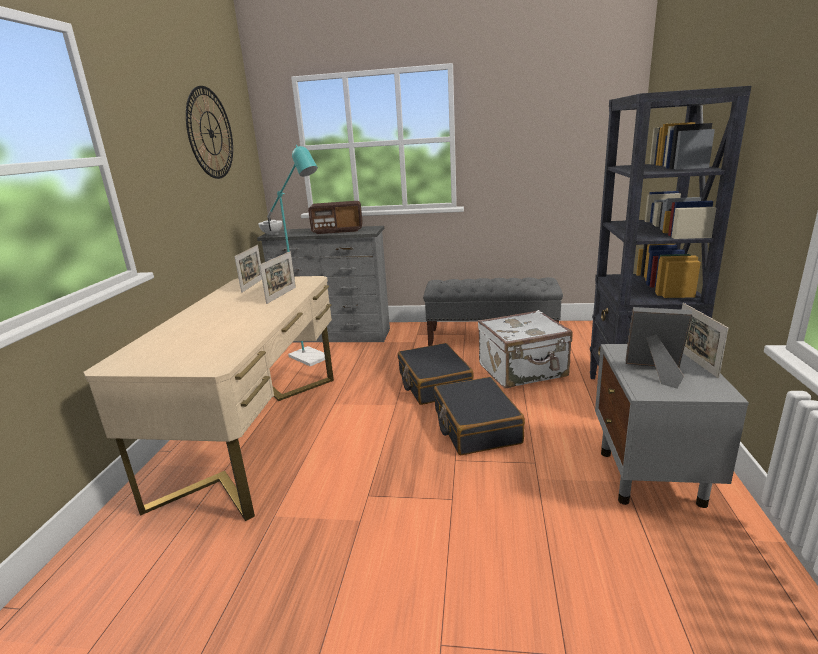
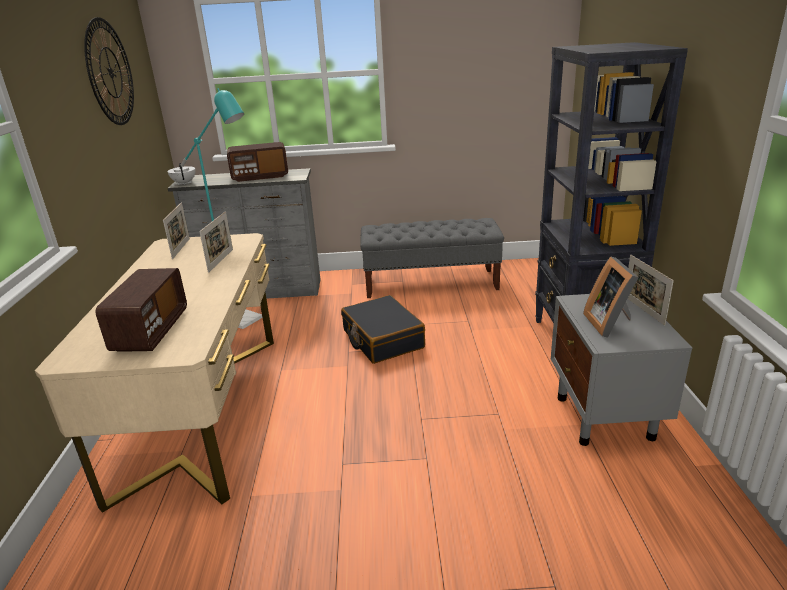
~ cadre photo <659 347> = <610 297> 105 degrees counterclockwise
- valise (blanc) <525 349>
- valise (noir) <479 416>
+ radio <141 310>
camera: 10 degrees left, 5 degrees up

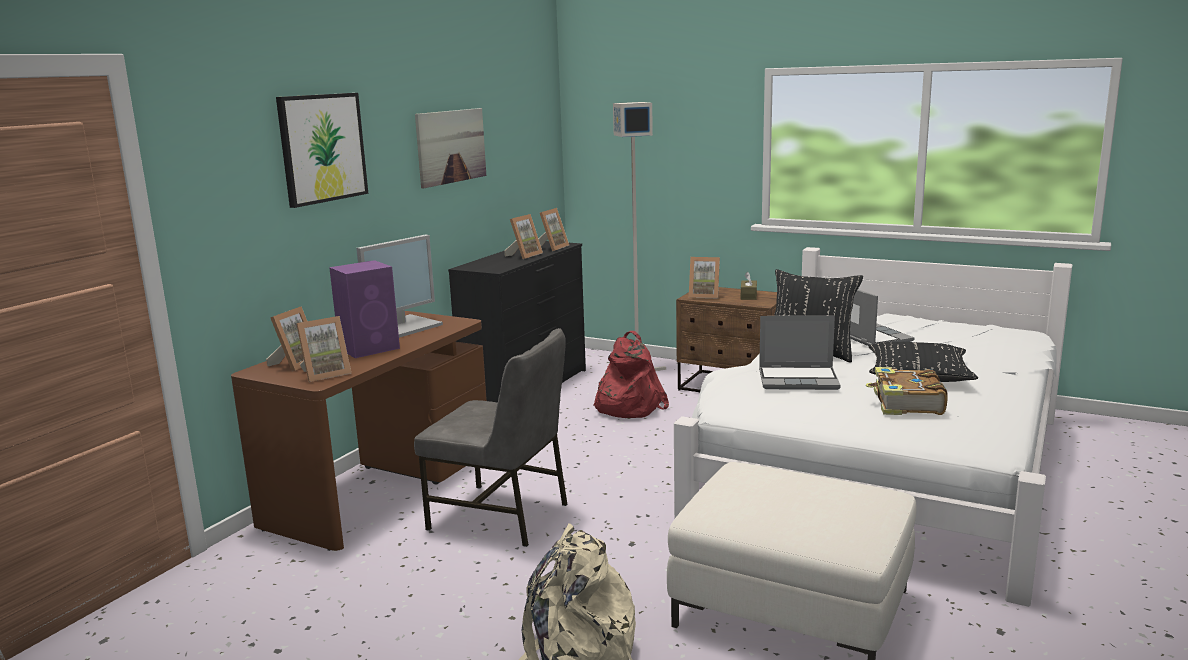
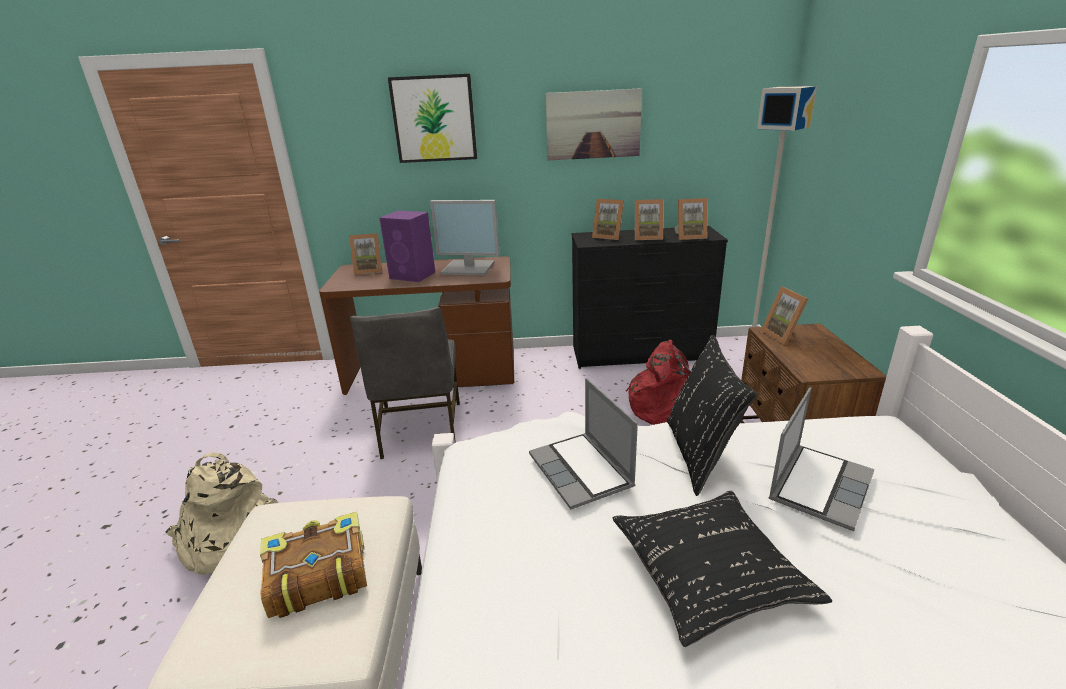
- boîte à mouchoirs (marron) <749 286>
~ cadre photo <323 349> to <608 219>
~ livre <907 391> to <313 565>
camera: 60 degrees right, 10 degrees up

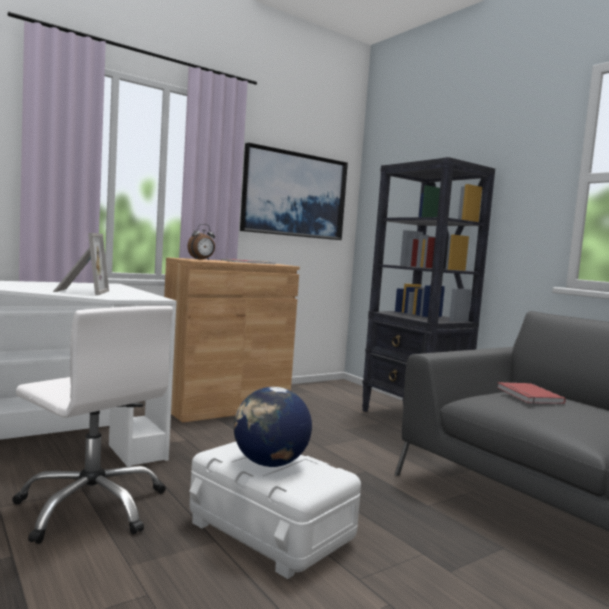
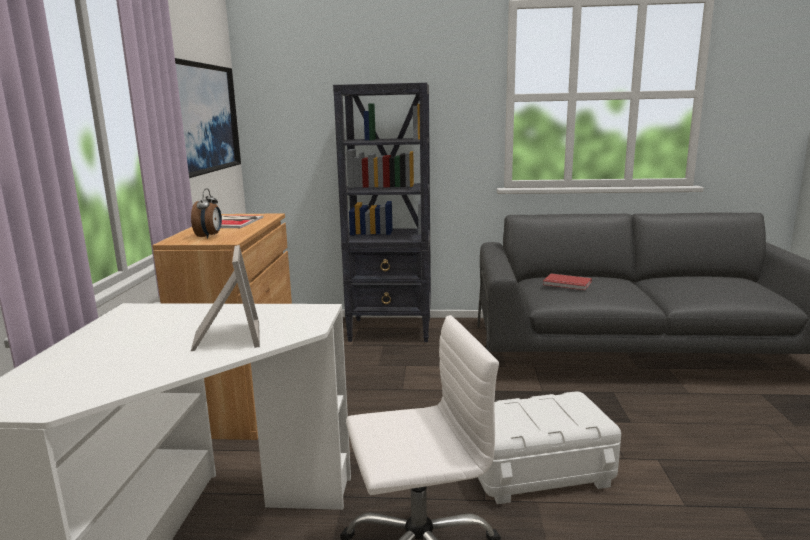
~ cadre photo <81 264> = <225 298> 45 degrees clockwise
- globe <273 427>
camera: 50 degrees left, 10 degrees up

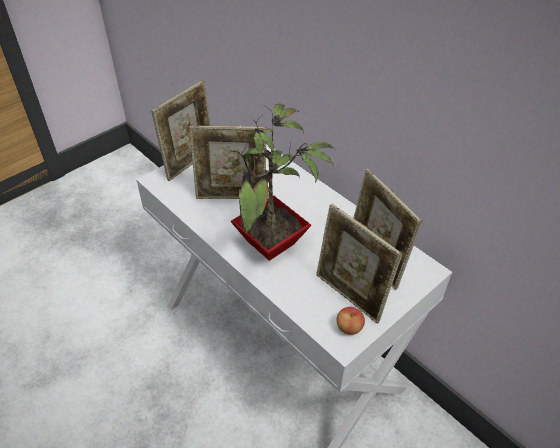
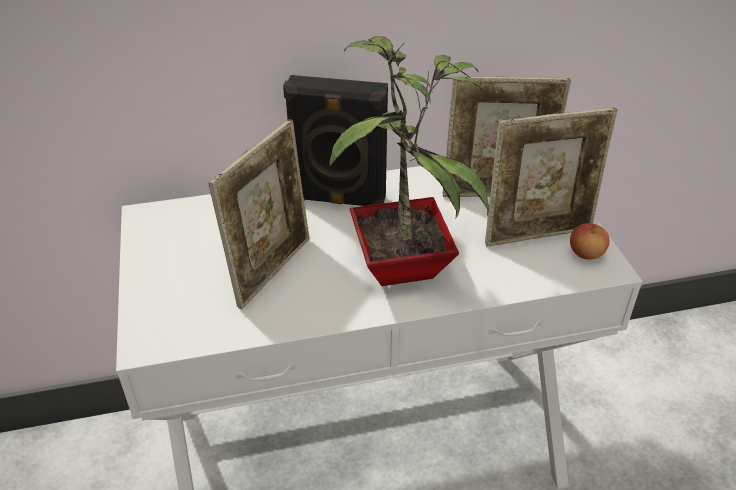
- cadre photo <181 130>
+ enceinte (noir) <335 140>
camera: 60 degrees left, 5 degrees down

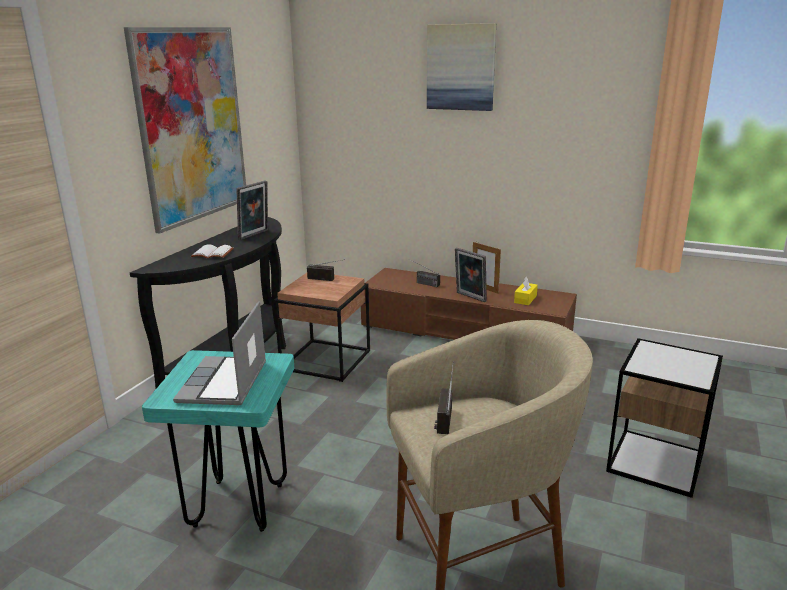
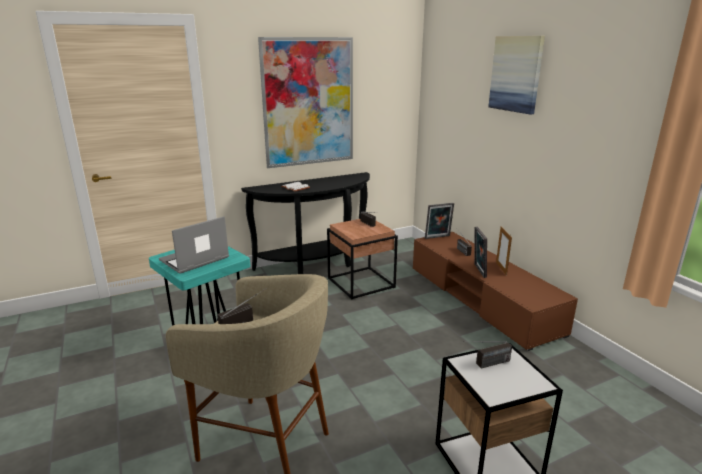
~ cadre photo <252 210> to <439 221>
- boîte à mouchoirs (jaune) <526 291>
+ radio <487 355>
camera: 40 degrees right, 0 degrees up

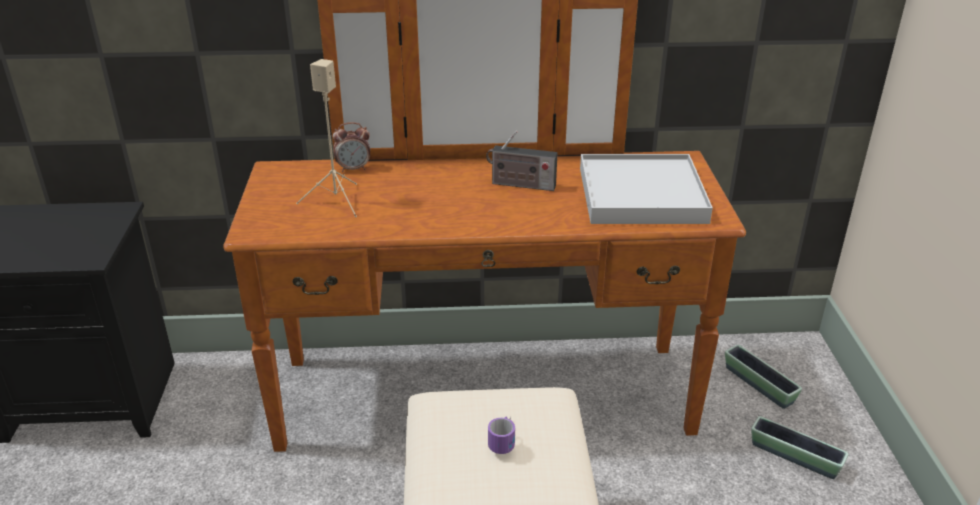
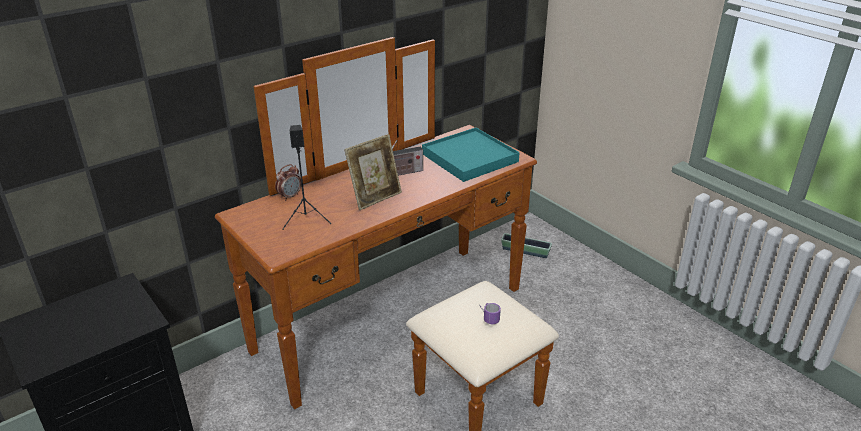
~ enceinte (beige) <326 138> to enceinte (noir) <306 177>
~ plateau (blanc) <646 189> to plateau (turquoise) <471 155>
- cache-pot <800 447>
+ cadre photo <373 172>
camera: 35 degrees left, 0 degrees up

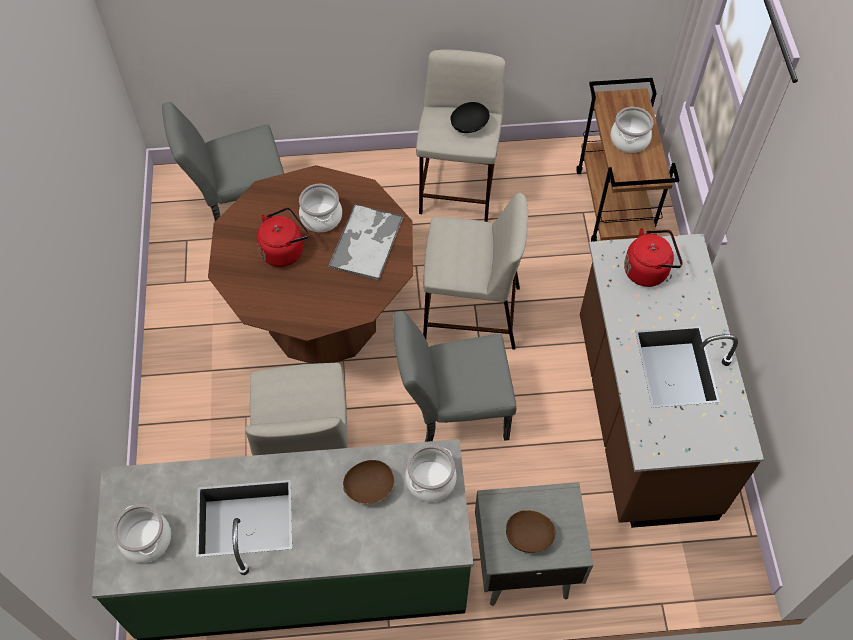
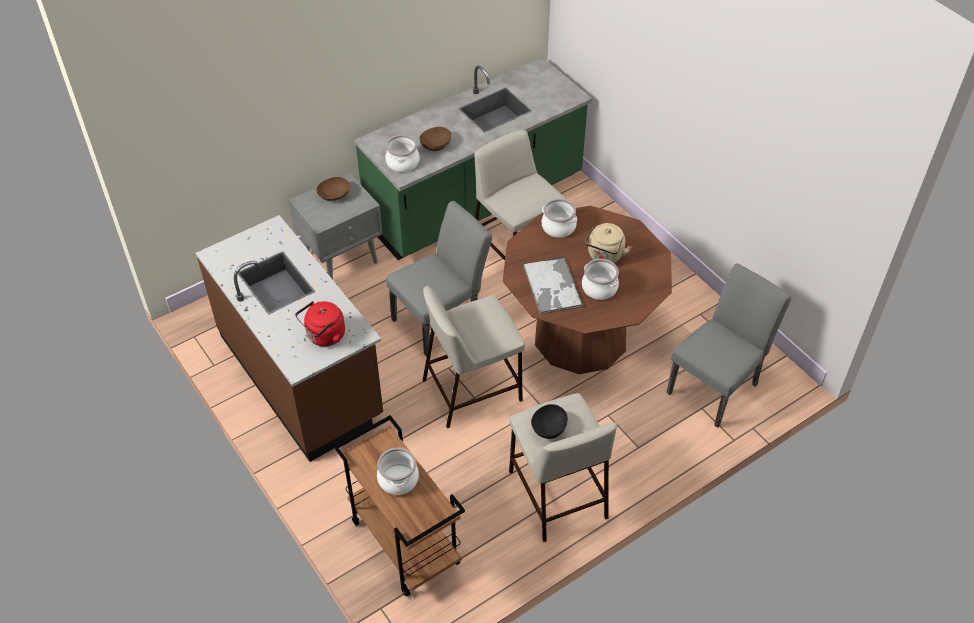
~ bouilloire (rouge) <283 237> to bouilloire (beige) <608 243>
~ marmite <142 533> to <559 218>
camera: 150 degrees right, 10 degrees down

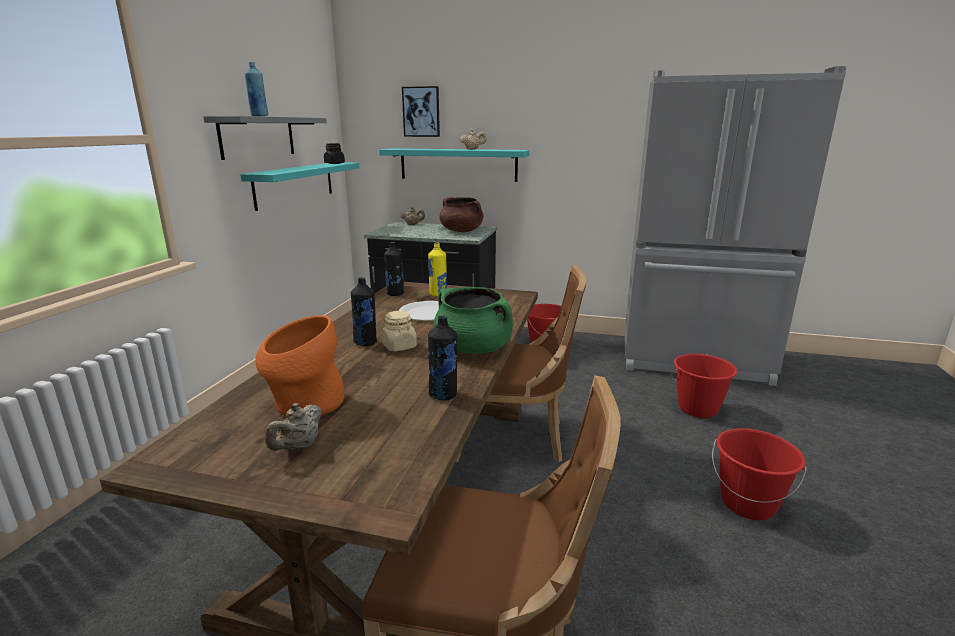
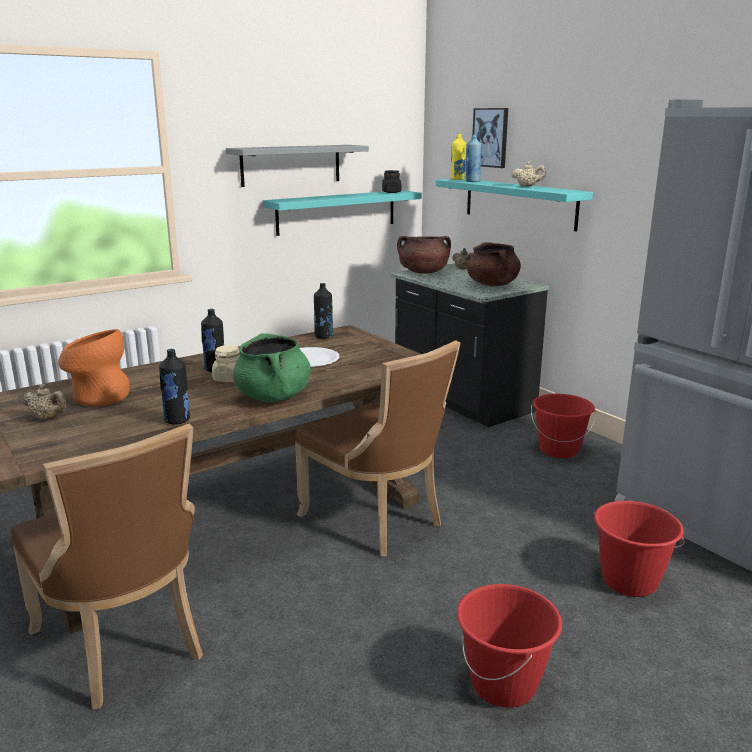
~ bouteille (bleu) <257 89> to <473 158>
~ bouteille (jaune) <437 270> to <458 157>
~ théière (beige) <293 427> = <44 402> 135 degrees counterclockwise
+ marmite (marron) <424 255>
camera: 40 degrees right, 0 degrees up

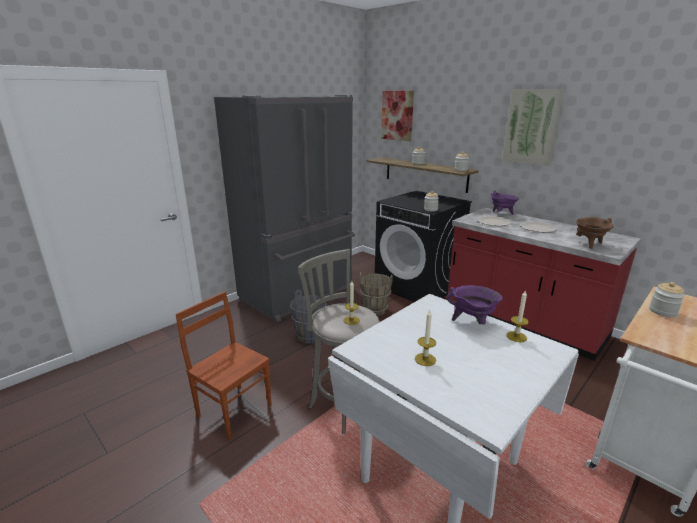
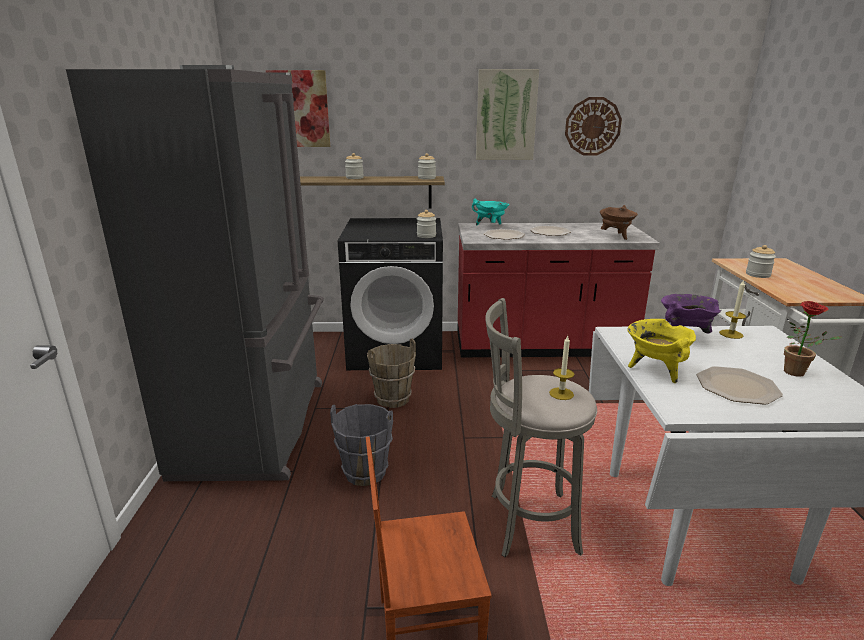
~ marmite (violet) <505 203> to marmite (turquoise) <490 211>
~ bougie <425 338> to assiette <740 385>
+ horloge murale <593 126>
+ plante en pot <813 339>
+ marmite (jaune) <662 351>
camera: 45 degrees left, 0 degrees up

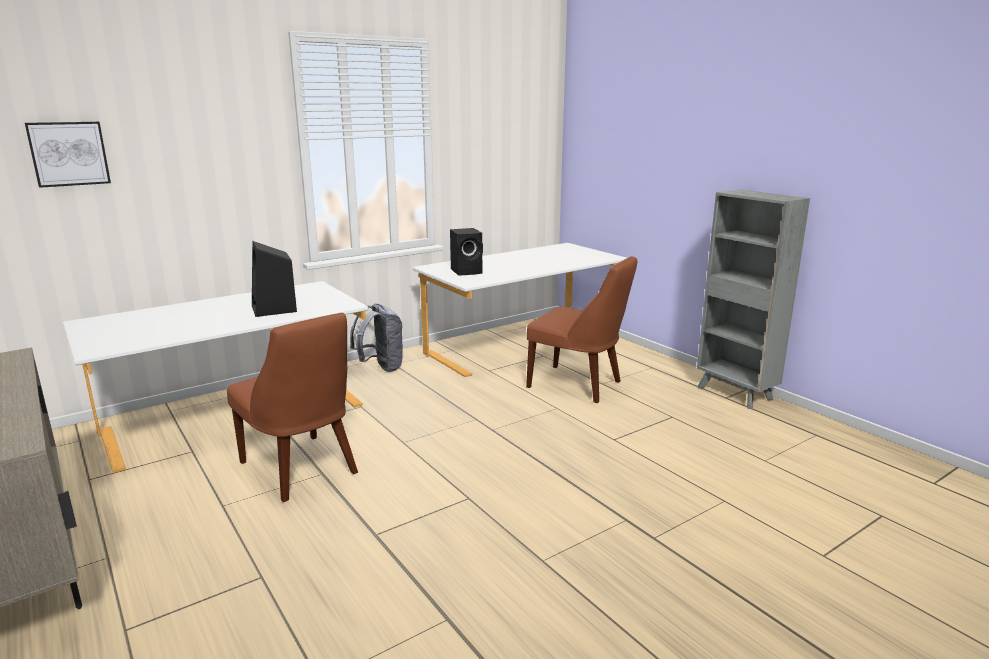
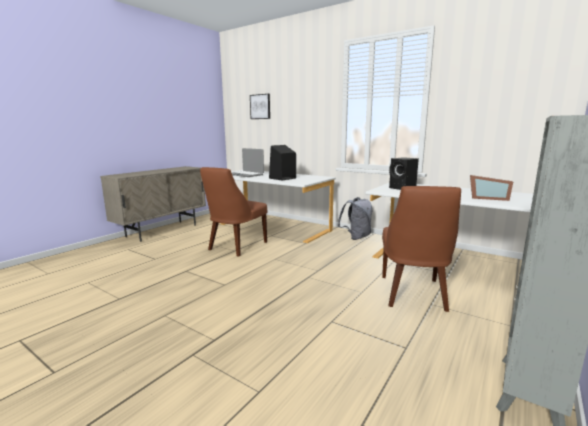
+ ordinateur portable <248 162>
+ cadre photo <491 188>
camera: 70 degrees right, 5 degrees down

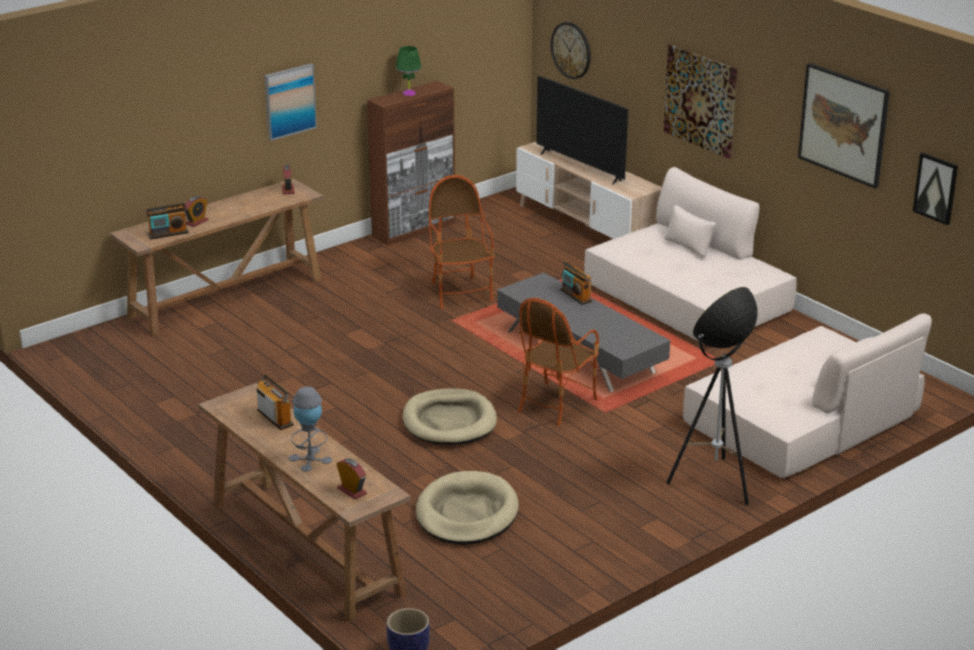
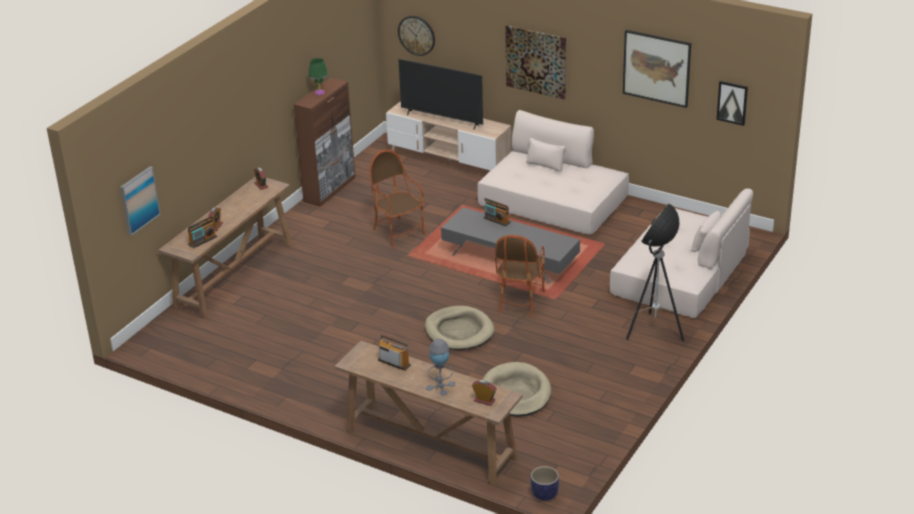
~ tableau <290 102> to <140 201>
camera: 20 degrees left, 5 degrees up

